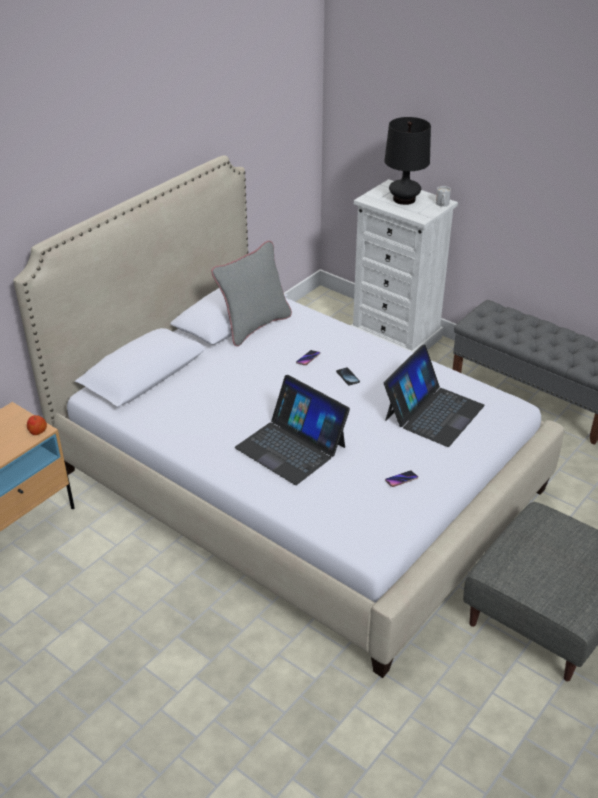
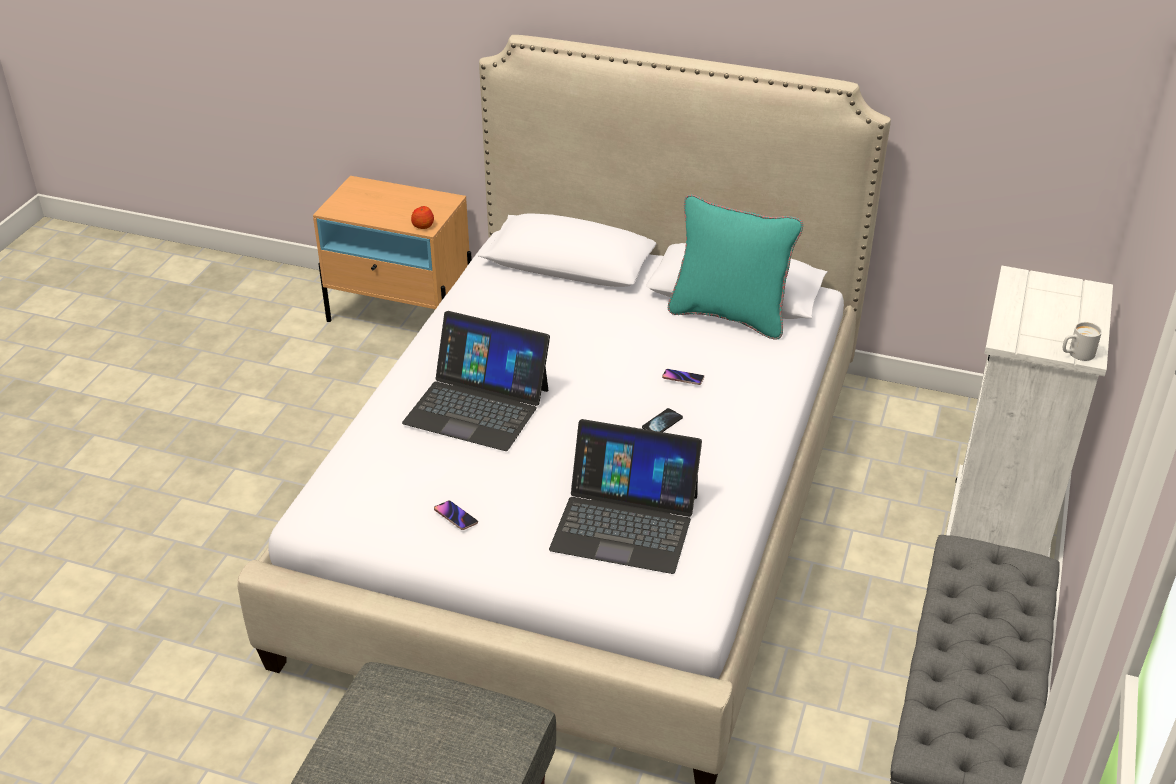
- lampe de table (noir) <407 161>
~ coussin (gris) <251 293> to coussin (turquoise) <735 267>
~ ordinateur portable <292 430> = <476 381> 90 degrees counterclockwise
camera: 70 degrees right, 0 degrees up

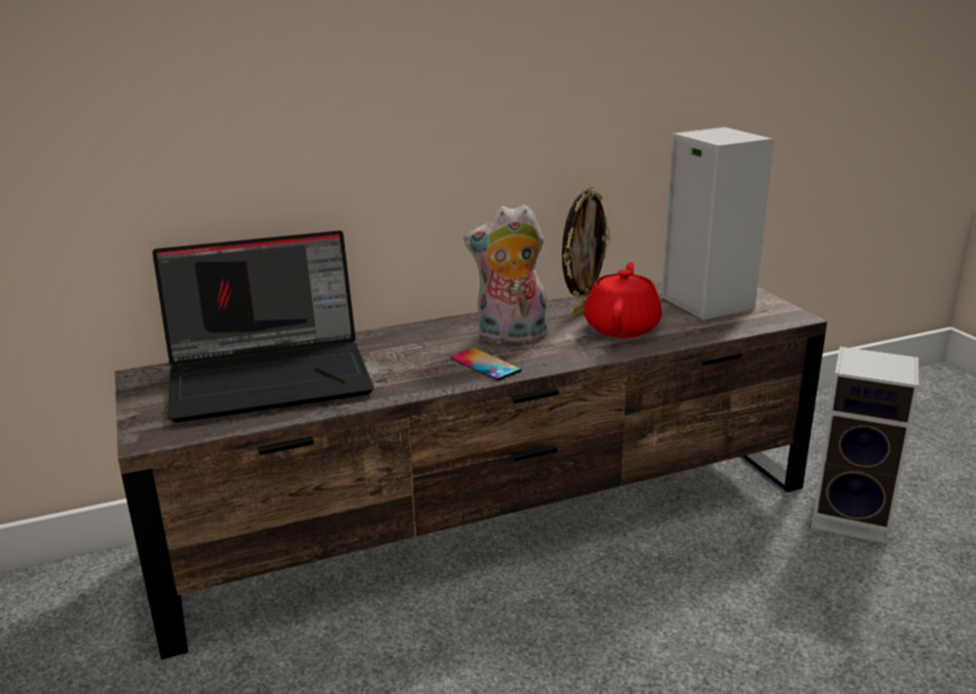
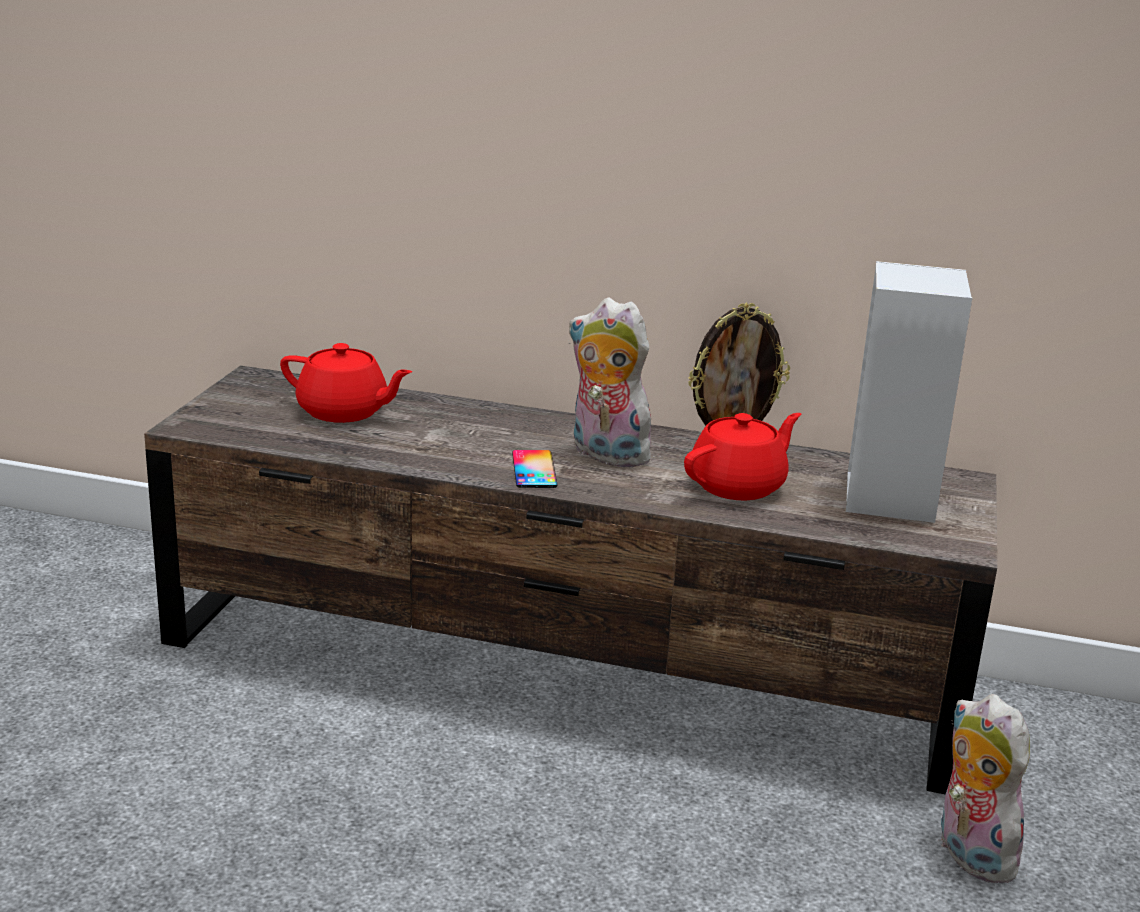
~ ordinateur portable <263 327> to théière (rouge) <346 383>
~ enceinte <865 445> to peluche <984 788>
camera: 35 degrees right, 0 degrees up

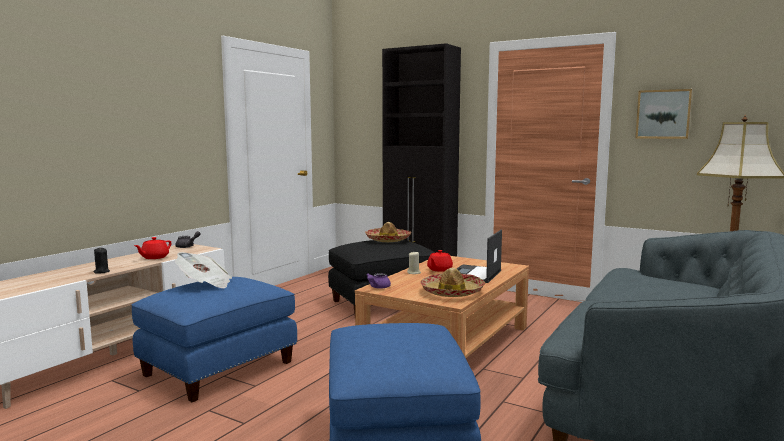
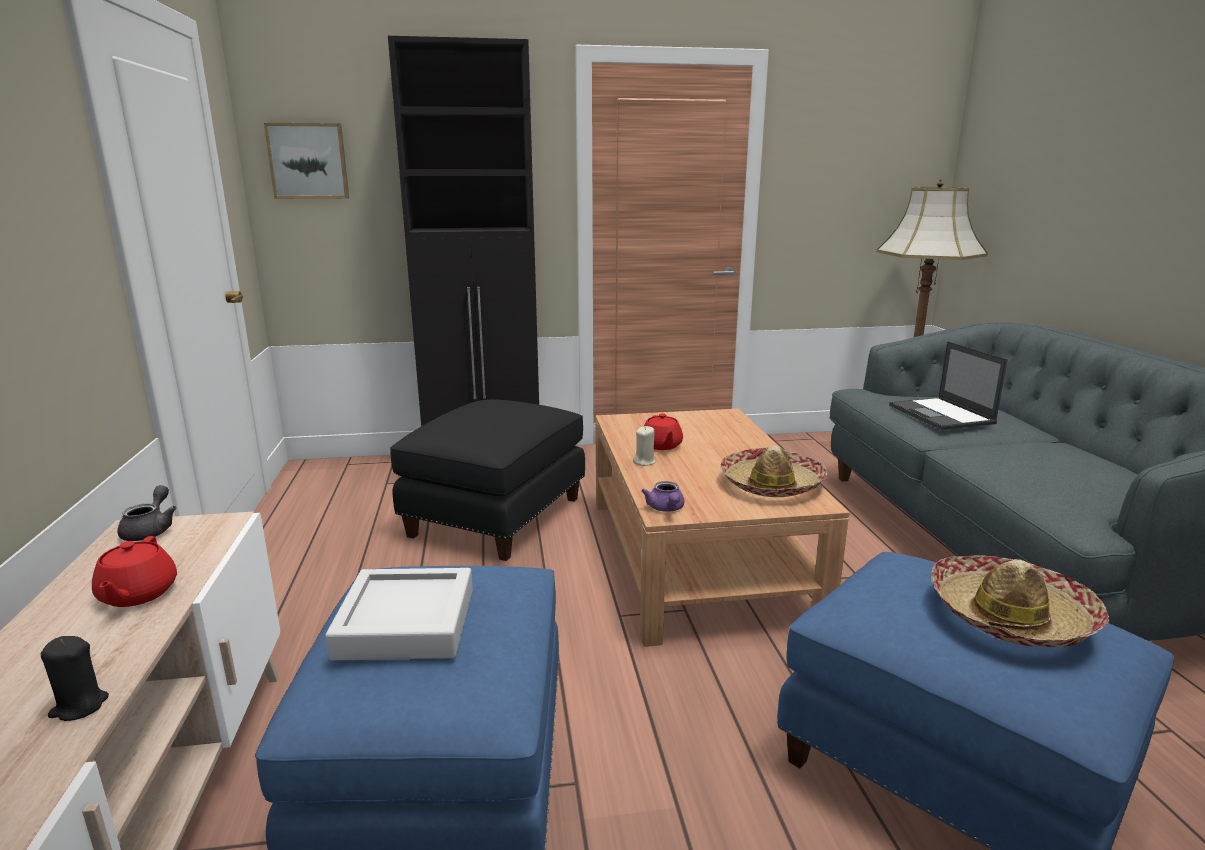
~ tableau <663 114> to <306 161>
~ chapeau <388 232> to <1020 601>
~ ordinateur portable <479 256> to <948 385>
~ journal <203 270> to plateau (gris) <399 614>
camera: 40 degrees left, 10 degrees up

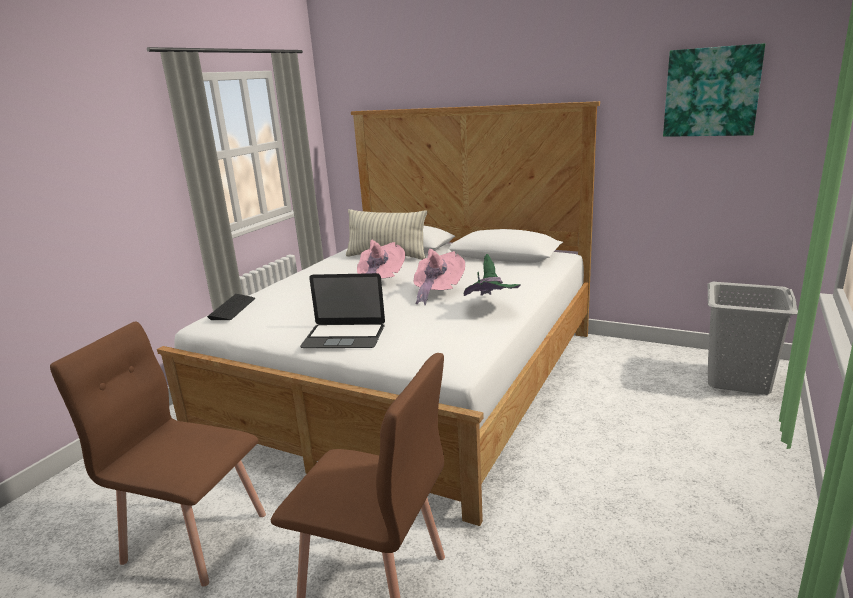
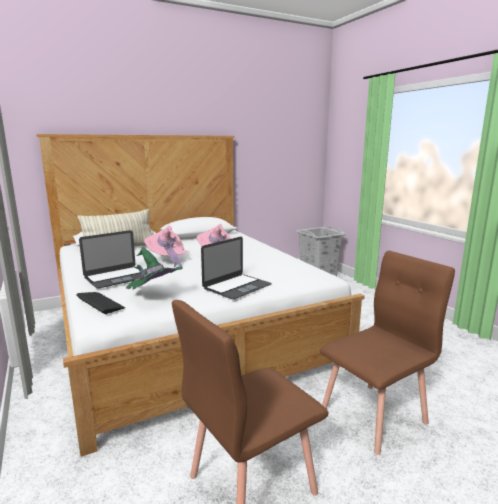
- tableau <714 90>
~ chapeau (vert) <492 275> to <154 268>
+ ordinateur portable <110 259>
camera: 55 degrees left, 5 degrees down

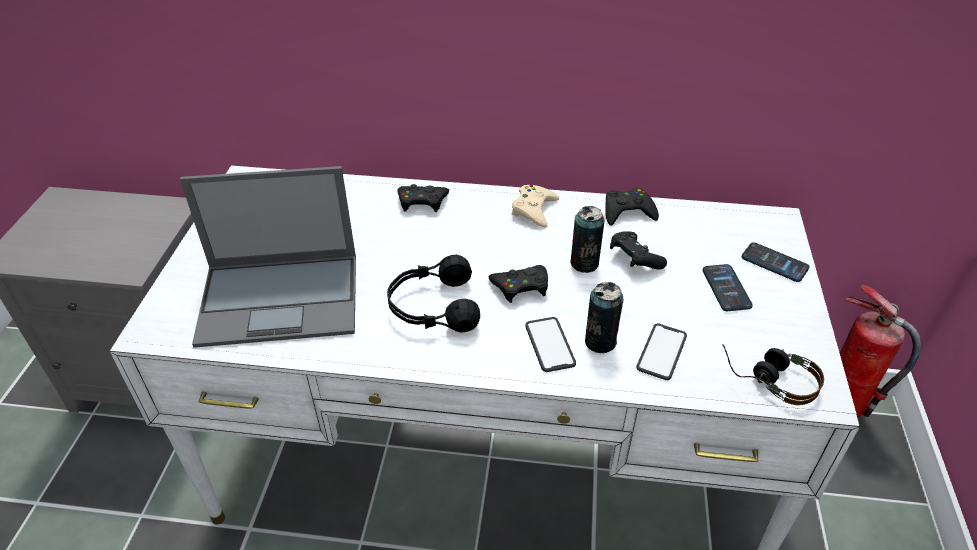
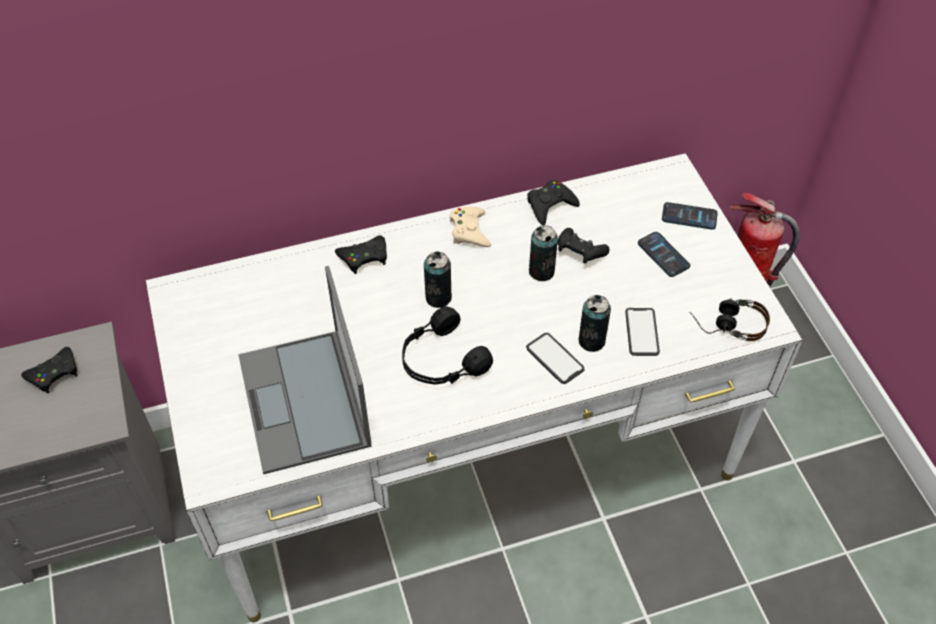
~ ordinateur portable <268 257> = <305 370> 105 degrees clockwise
~ manette (noir) <518 284> to <49 370>
+ boîte métallique <438 279>
camera: 25 degrees left, 10 degrees up

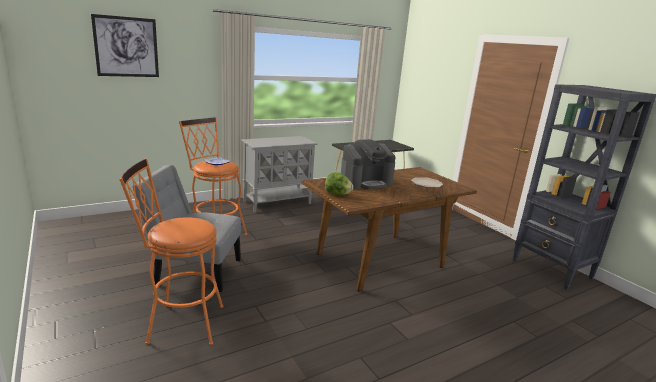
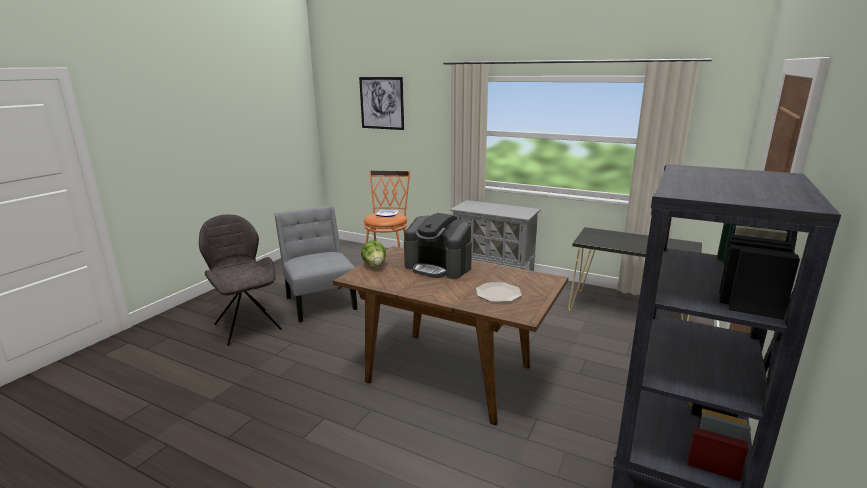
~ tabouret (orange) <171 251> to chaise (gris) <240 280>
camera: 60 degrees right, 0 degrees up

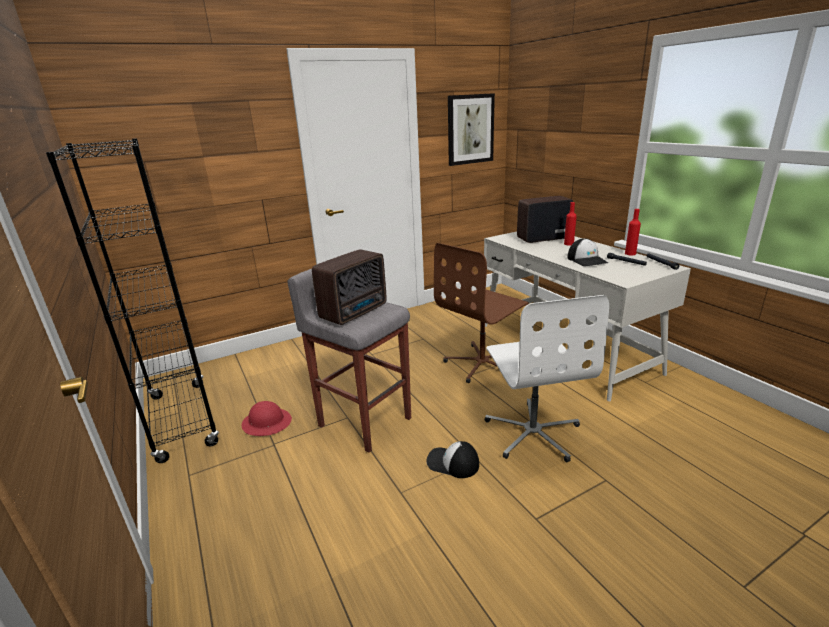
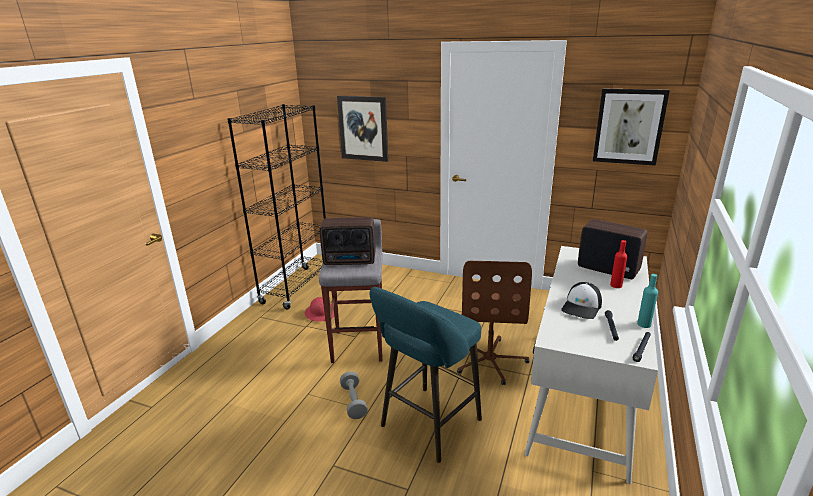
~ bouteille (rouge) <633 232> to bouteille (turquoise) <647 301>
~ chaise de bureau (marron) <481 313> = <494 323> 90 degrees counterclockwise
~ chaise de bureau (blanc) <547 378> to tabouret (turquoise) <426 375>
~ casquette <452 459> to haltère (gris) <354 395>
+ tableau <362 129>
camera: 50 degrees right, 0 degrees up

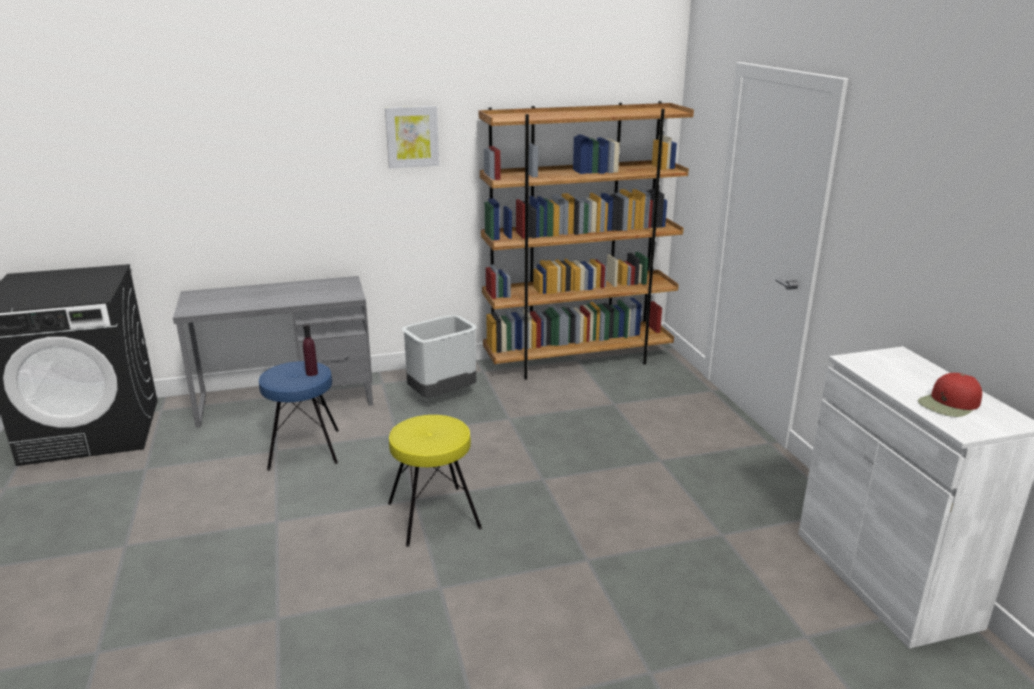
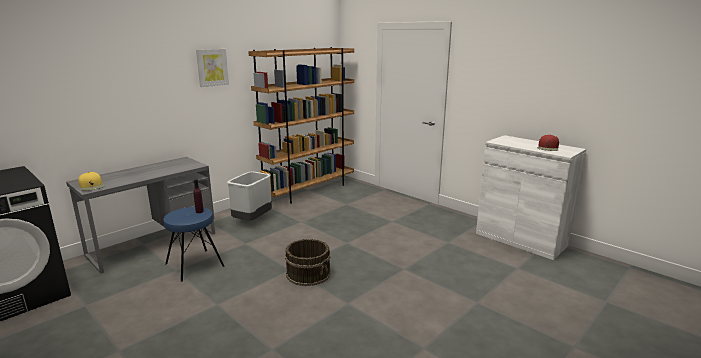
~ tabouret (jaune) <435 481> to seau (marron) <308 262>
+ casquette (jaune) <92 181>
camera: 30 degrees left, 5 degrees down

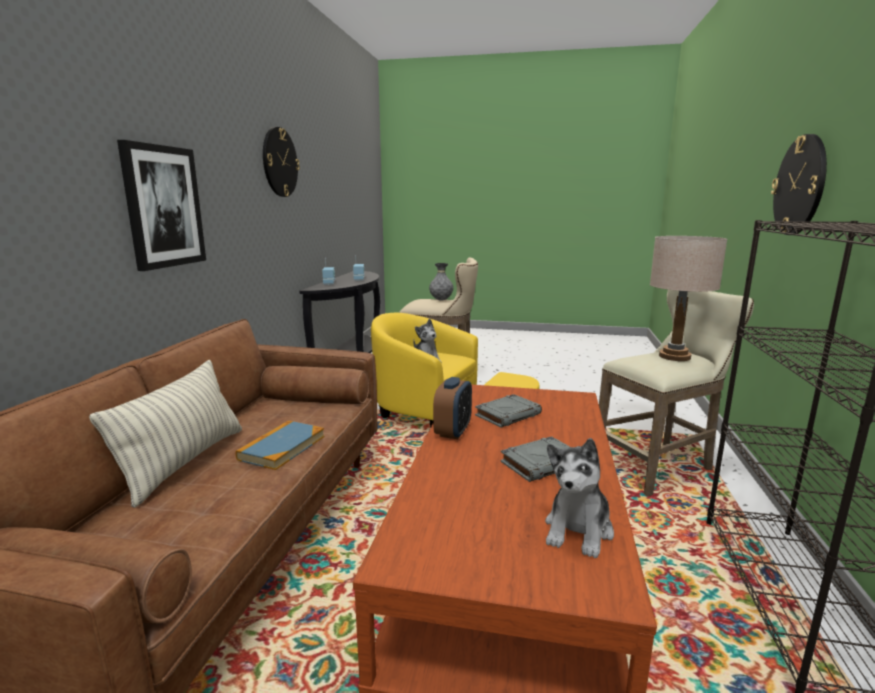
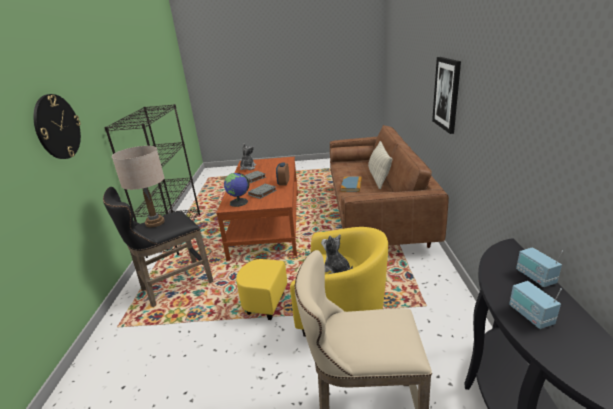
- horloge murale <281 162>
- vase (gris) <441 282>
~ tabouret (beige) <676 393> to tabouret (noir) <158 247>
+ globe <236 190>
camera: 170 degrees right, 10 degrees up

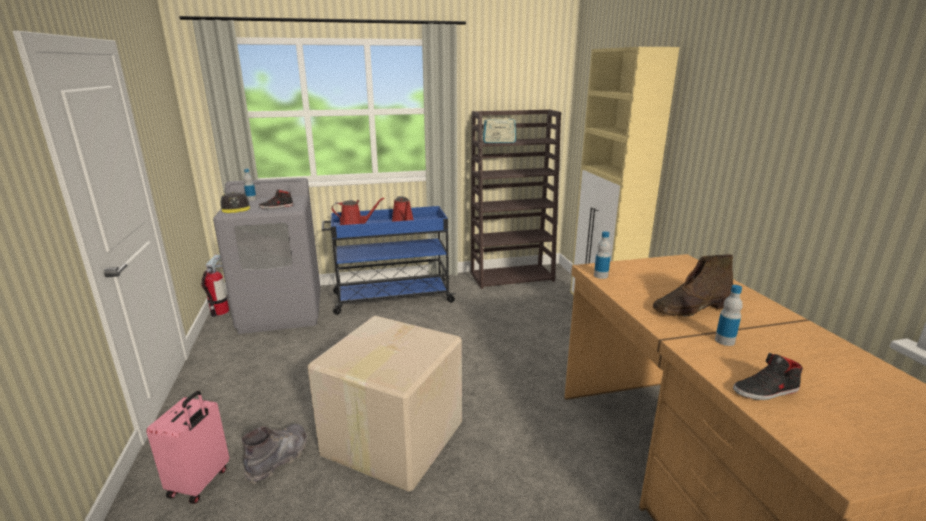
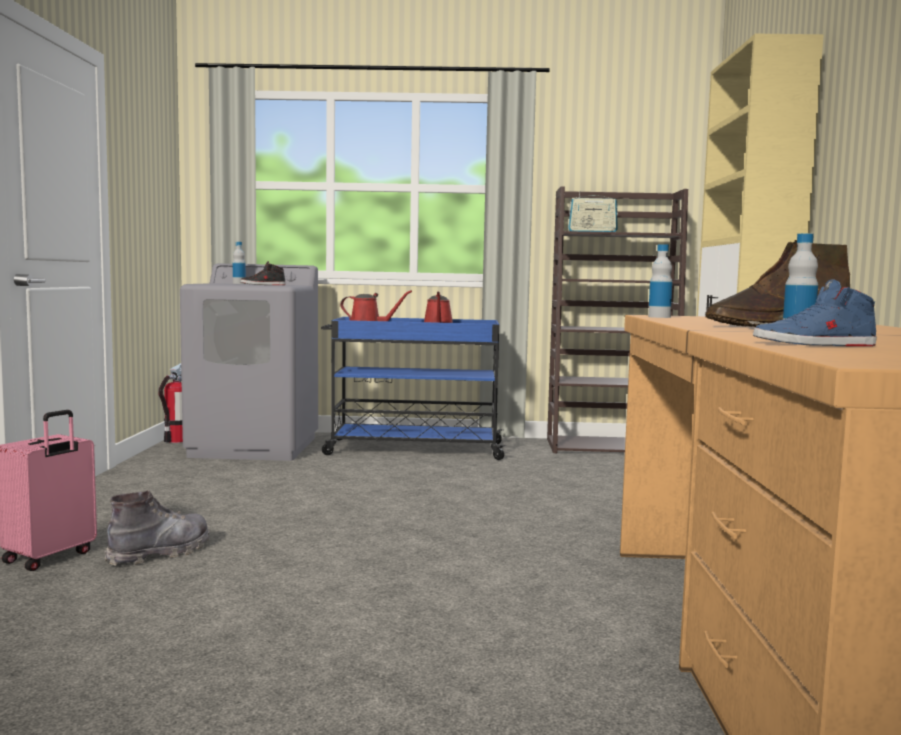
- casquette (gris) <235 202>
- carton <384 404>
~ chaussure (noir) <768 376> to chaussure (bleu) <815 312>
camera: 15 degrees right, 15 degrees down

